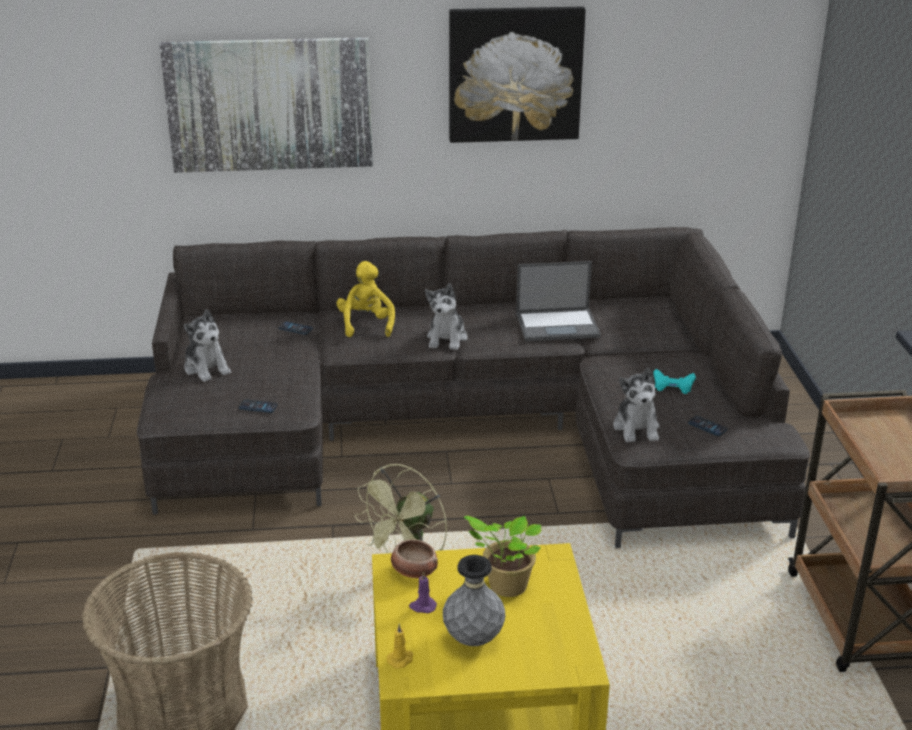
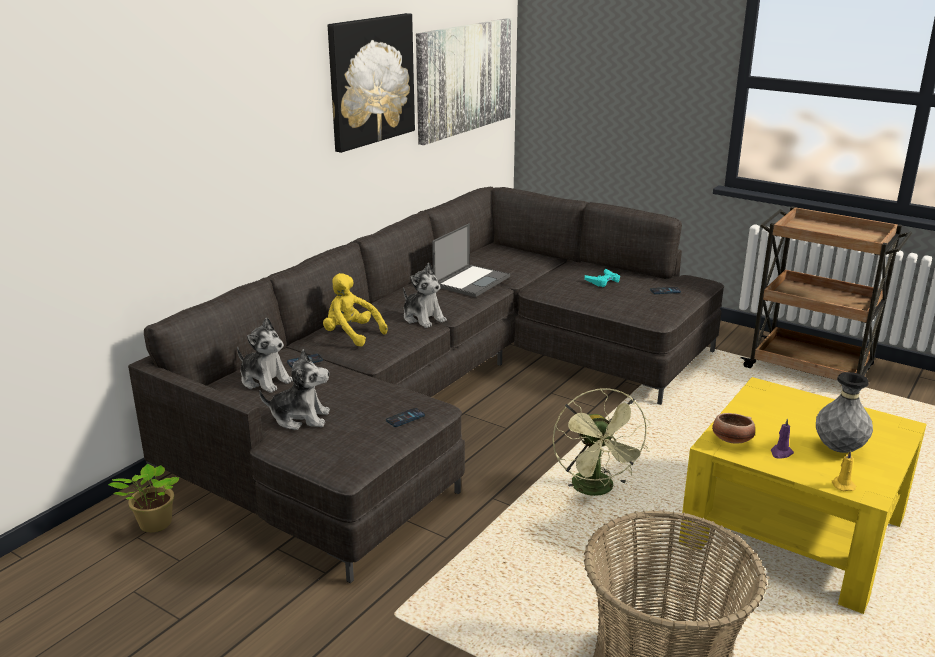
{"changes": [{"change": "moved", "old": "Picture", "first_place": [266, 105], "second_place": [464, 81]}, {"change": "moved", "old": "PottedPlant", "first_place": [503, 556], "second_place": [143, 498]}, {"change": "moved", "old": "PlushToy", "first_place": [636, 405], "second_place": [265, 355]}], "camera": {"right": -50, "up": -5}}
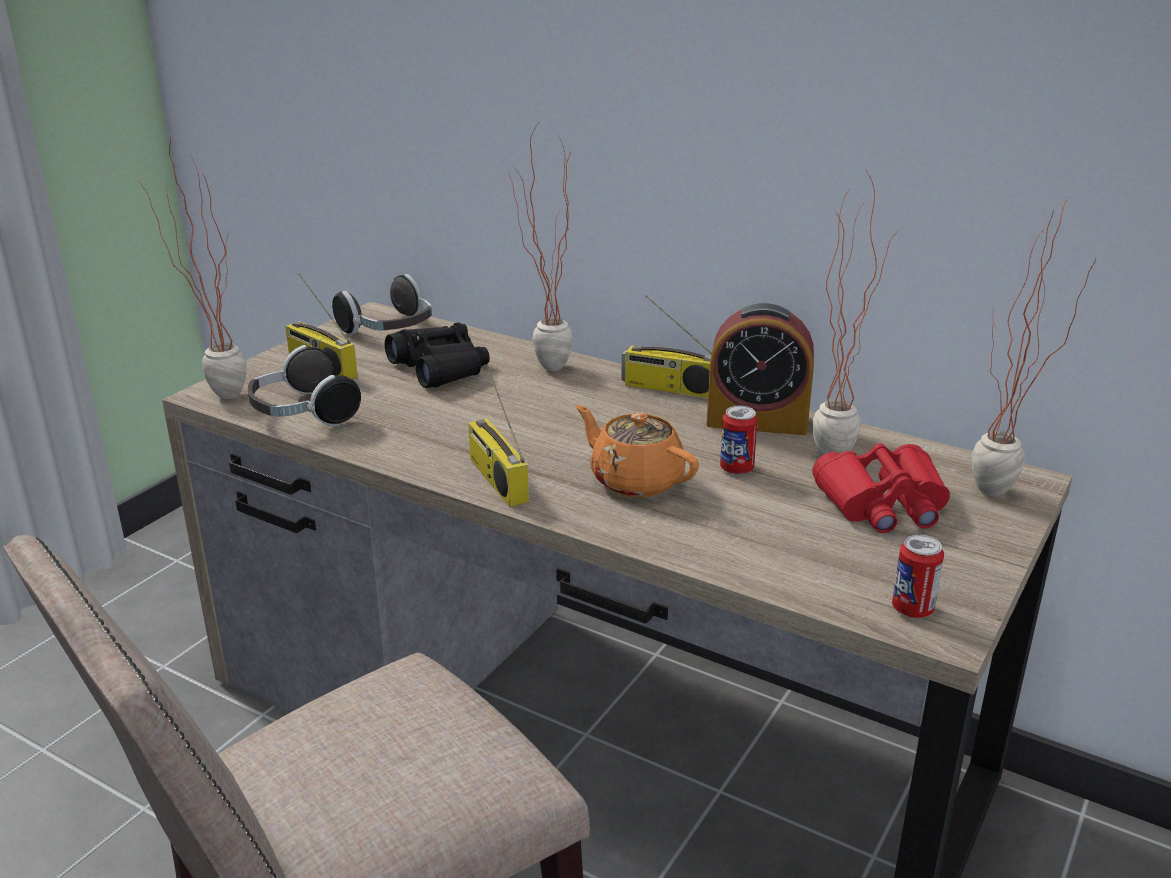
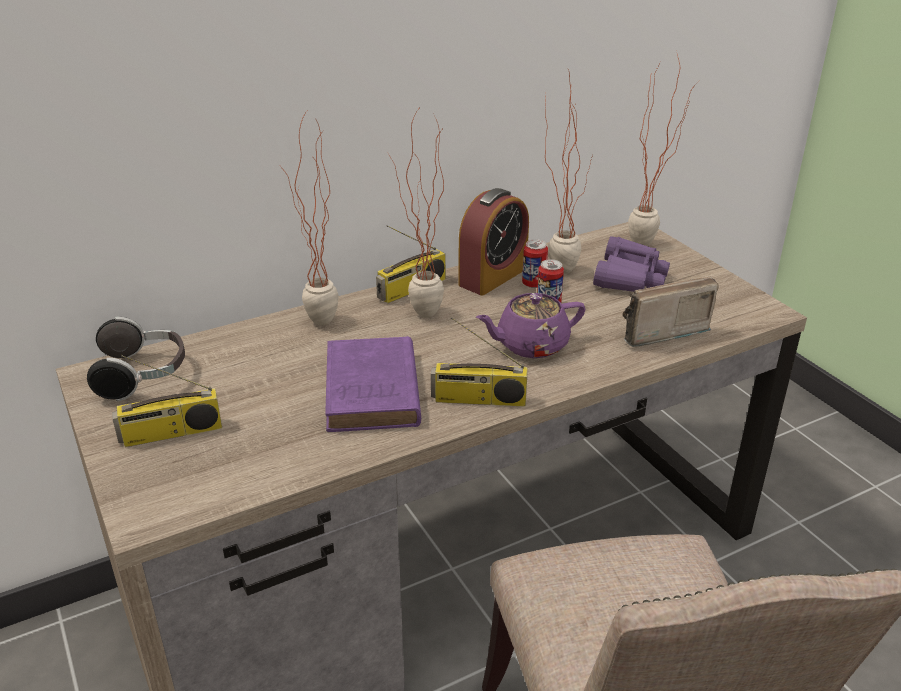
{"changes": [{"change": "removed", "old": "Headphones", "first_place": [304, 385]}, {"change": "removed", "old": "BlackBinoculars", "first_place": [437, 355]}, {"change": "added", "new": "PurpleBook", "second_place": [373, 384]}, {"change": "added", "new": "Radio", "second_place": [671, 312]}, {"change": "moved", "old": "PottedPlant", "first_place": [192, 267], "second_place": [416, 211]}, {"change": "moved", "old": "Can", "first_place": [918, 576], "second_place": [535, 263]}, {"change": "recoloured", "old": "OrangeTeapot", "new": "PurpleTeapot", "first_place": [637, 451], "second_place": [530, 325]}, {"change": "recoloured", "old": "RedBinoculars", "new": "PurpleBinoculars", "first_place": [881, 488], "second_place": [631, 264]}], "camera": {"right": -60, "up": 5}}
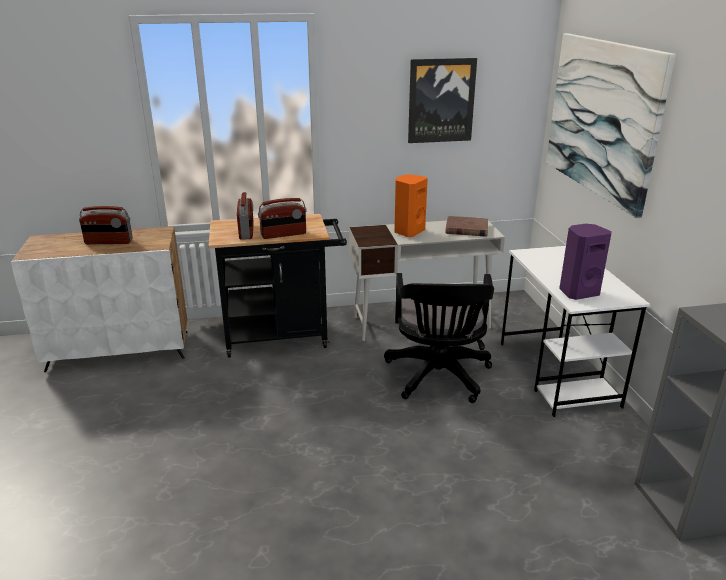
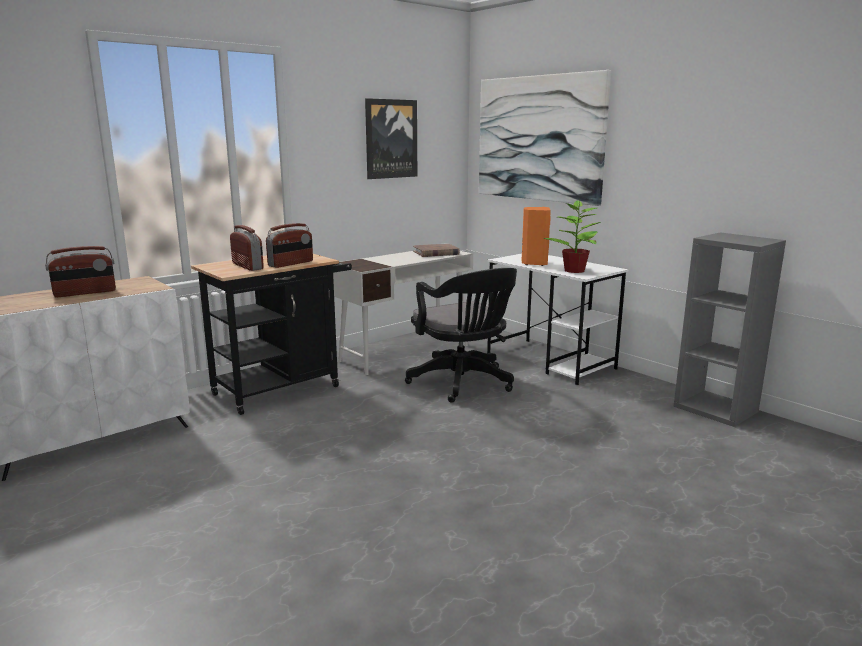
{"changes": [{"change": "moved", "old": "OrangeSpeaker", "first_place": [411, 205], "second_place": [536, 236]}, {"change": "replaced", "old": "PurpleSpeaker", "new": "PottedPlant", "first_place": [585, 262], "second_place": [572, 236]}], "camera": {"right": -30, "up": -10}}
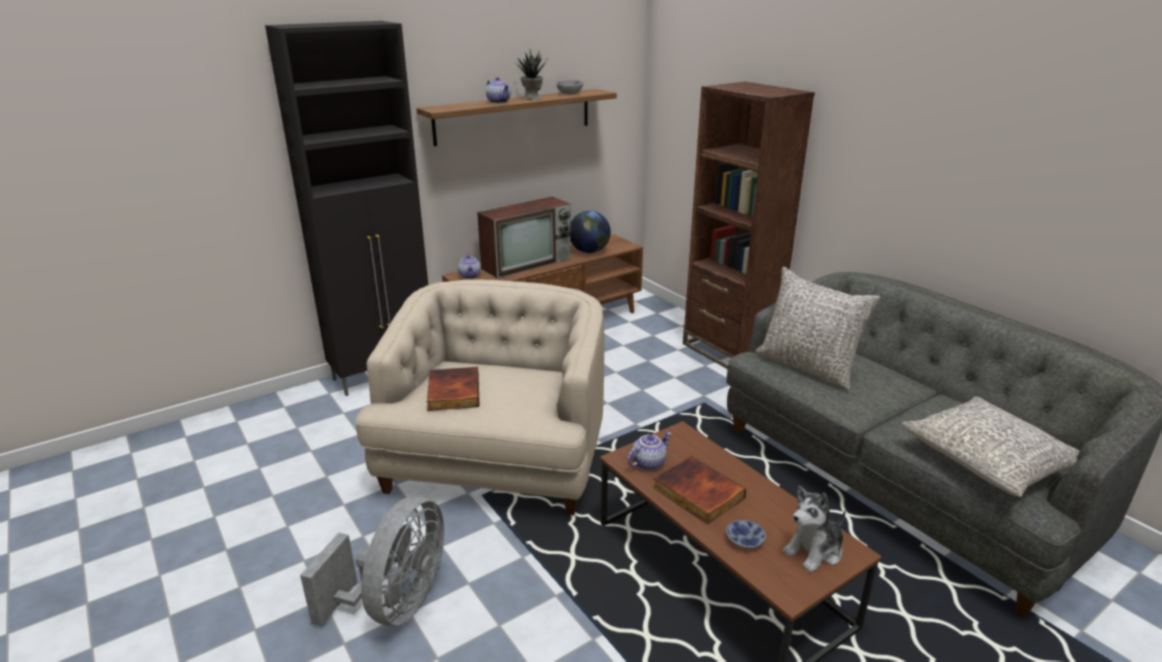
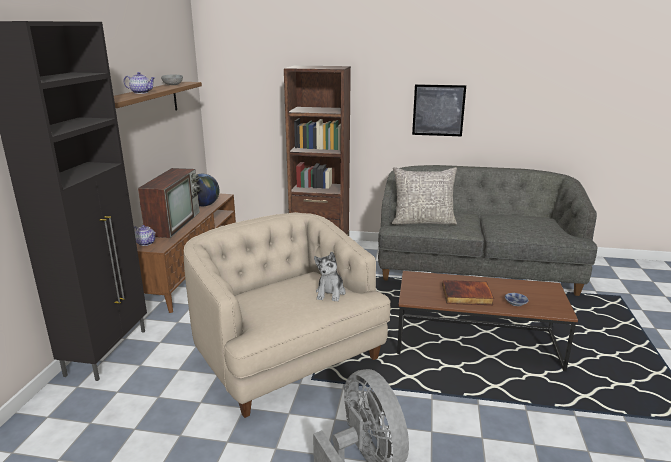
{"changes": [{"change": "removed", "old": "Book", "first_place": [453, 389]}, {"change": "removed", "old": "PottedPlant", "first_place": [531, 74]}, {"change": "removed", "old": "Teapot", "first_place": [649, 451]}, {"change": "removed", "old": "GreyPillow", "first_place": [991, 446]}, {"change": "added", "new": "Picture", "second_place": [439, 110]}, {"change": "moved", "old": "PlushToy", "first_place": [814, 529], "second_place": [330, 277]}], "camera": {"right": -45, "up": -5}}
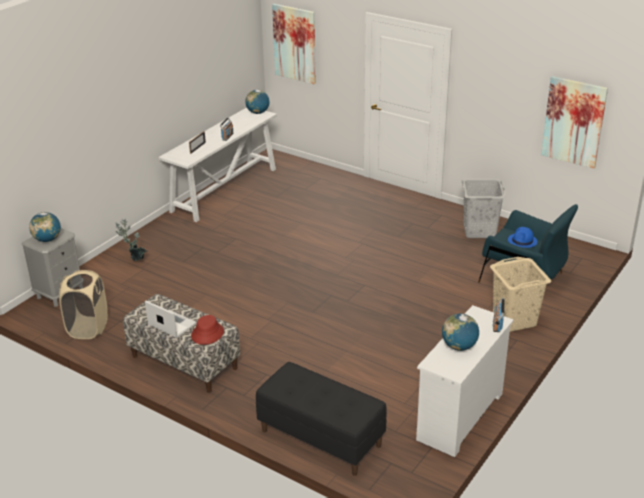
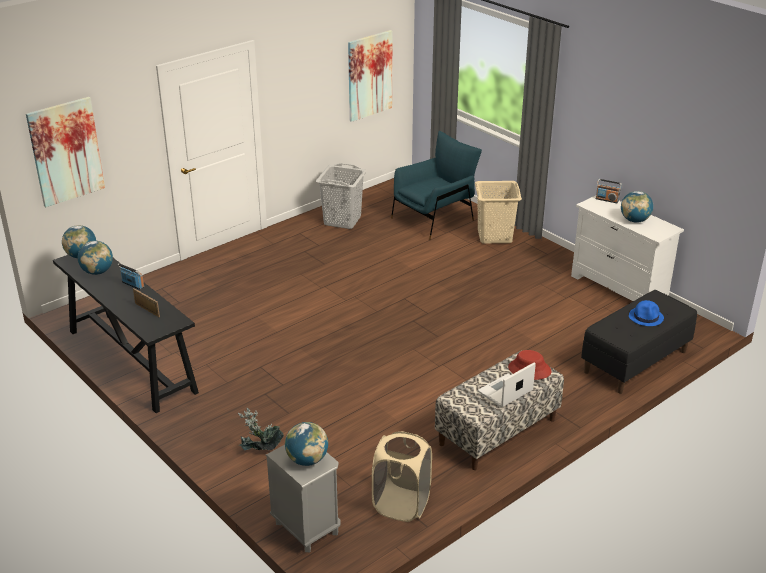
{"changes": [{"change": "added", "new": "Globe", "second_place": [95, 258]}, {"change": "moved", "old": "BlueHat", "first_place": [522, 237], "second_place": [646, 313]}, {"change": "recoloured", "old": "WhiteConsoleTable", "new": "BlackConsoleTable", "first_place": [218, 165], "second_place": [126, 334]}], "camera": {"right": -75, "up": 0}}
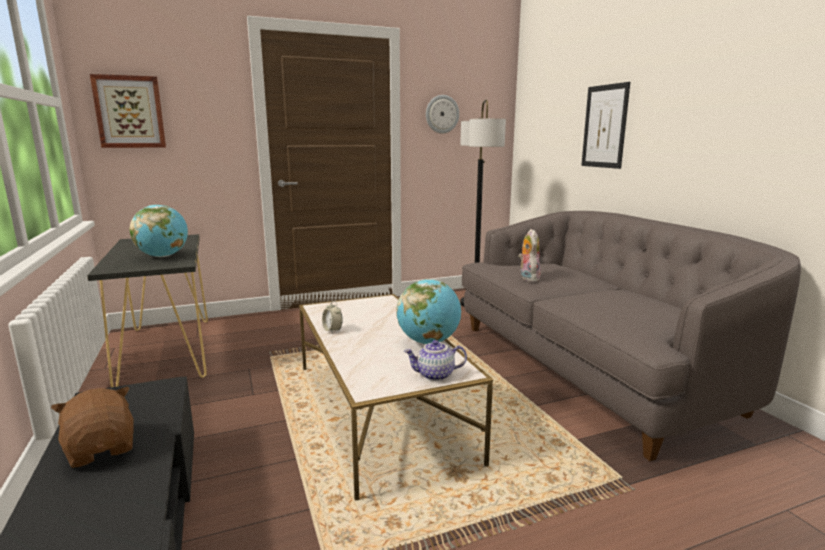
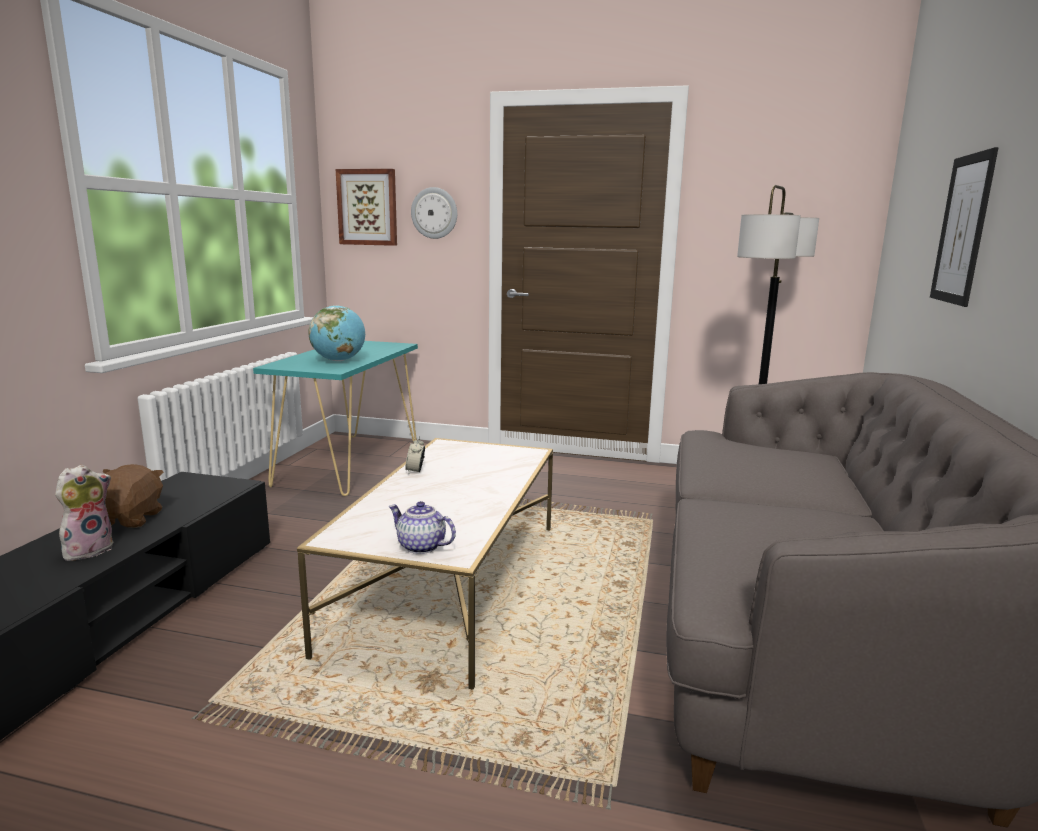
{"changes": [{"change": "removed", "old": "Globe", "first_place": [428, 311]}, {"change": "moved", "old": "WallClock", "first_place": [442, 114], "second_place": [434, 213]}, {"change": "moved", "old": "PlushToy", "first_place": [529, 255], "second_place": [84, 513]}, {"change": "recoloured", "old": "BlackConsoleTable", "new": "TurquoiseConsoleTable", "first_place": [147, 310], "second_place": [335, 418]}], "camera": {"right": 35, "up": 0}}
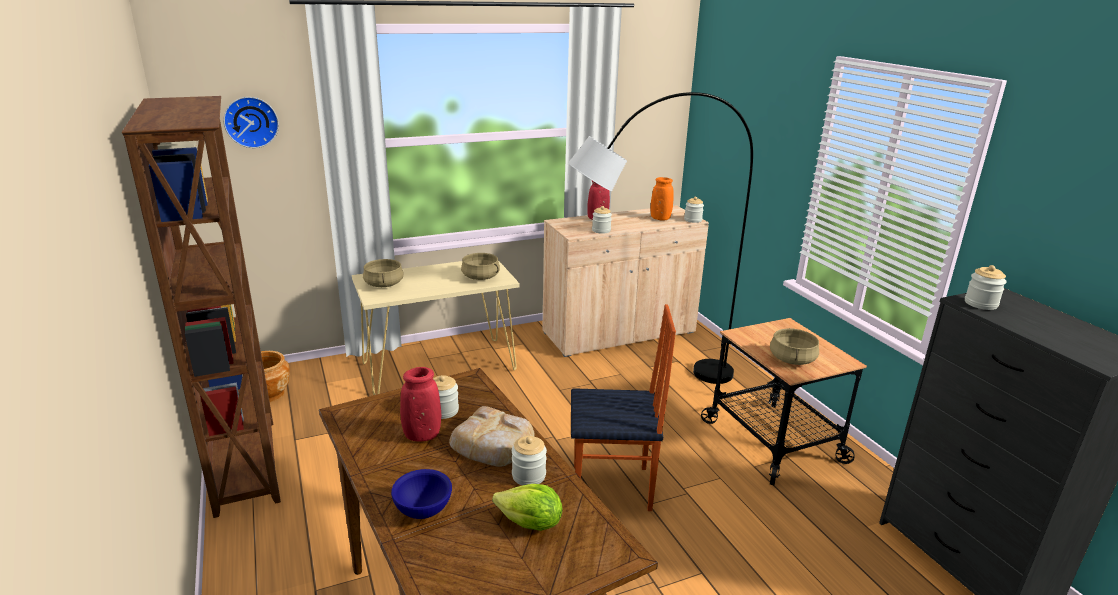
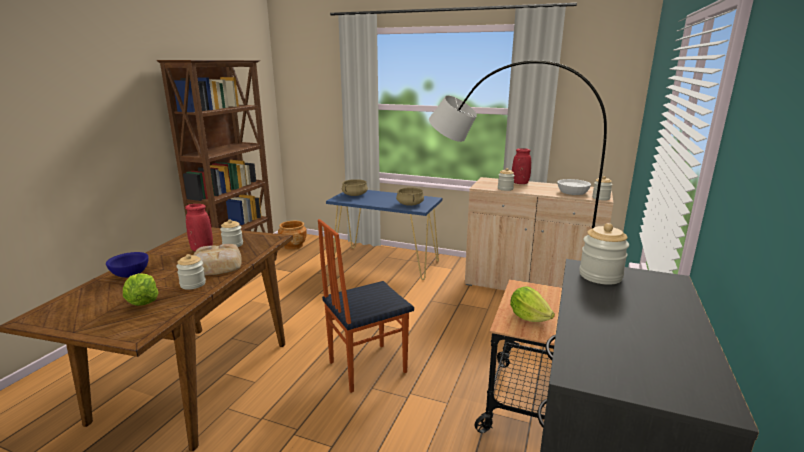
{"changes": [{"change": "removed", "old": "WallClock", "first_place": [251, 122]}, {"change": "replaced", "old": "OrangeVase", "new": "WhiteBowl", "first_place": [662, 199], "second_place": [574, 187]}, {"change": "replaced", "old": "BeigeCookingPot", "new": "Lettuce", "first_place": [794, 346], "second_place": [532, 304]}, {"change": "recoloured", "old": "BeigeConsoleTable", "new": "BlueConsoleTable", "first_place": [435, 327], "second_place": [384, 235]}, {"change": "turned", "old": "Chair", "first_place": [623, 407], "second_place": [366, 306], "degrees": 105}], "camera": {"right": 45, "up": -5}}
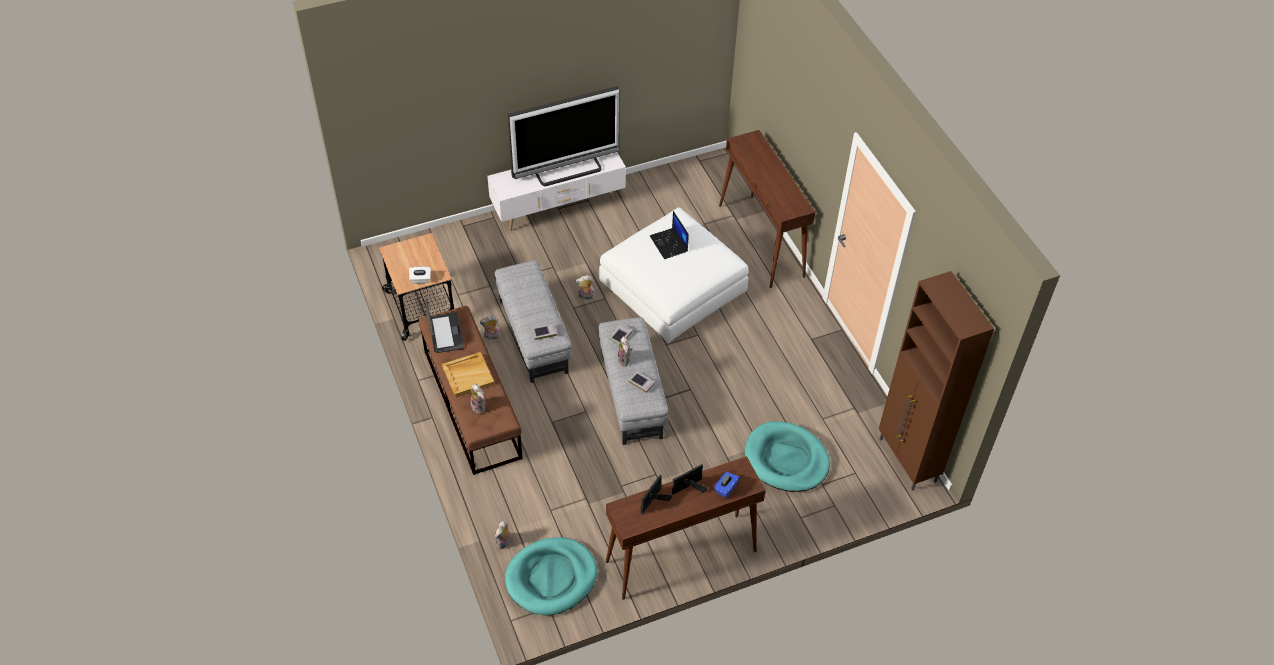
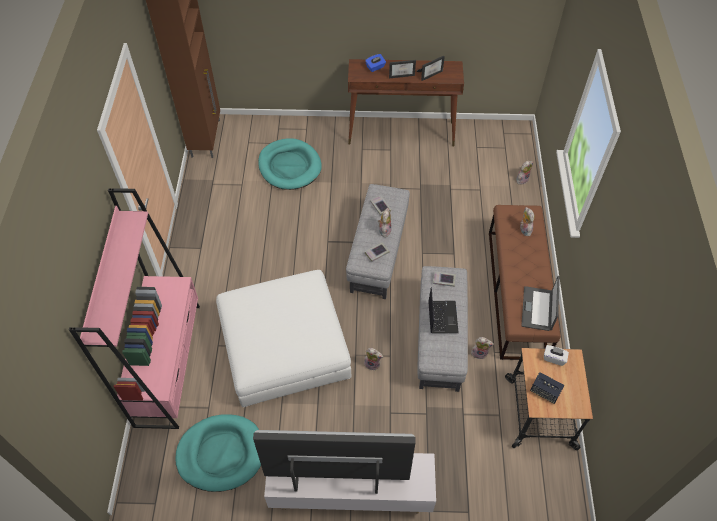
{"changes": [{"change": "removed", "old": "BeigeTray", "first_place": [468, 375]}, {"change": "added", "new": "Speaker", "second_place": [547, 388]}, {"change": "moved", "old": "TurquoiseDogBed", "first_place": [551, 576], "second_place": [218, 453]}, {"change": "moved", "old": "Laptop", "first_place": [669, 235], "second_place": [443, 310]}, {"change": "replaced", "old": "BrownConsoleTable", "new": "PinkBookcase", "first_place": [767, 209], "second_place": [134, 308]}], "camera": {"right": -155, "up": 5}}
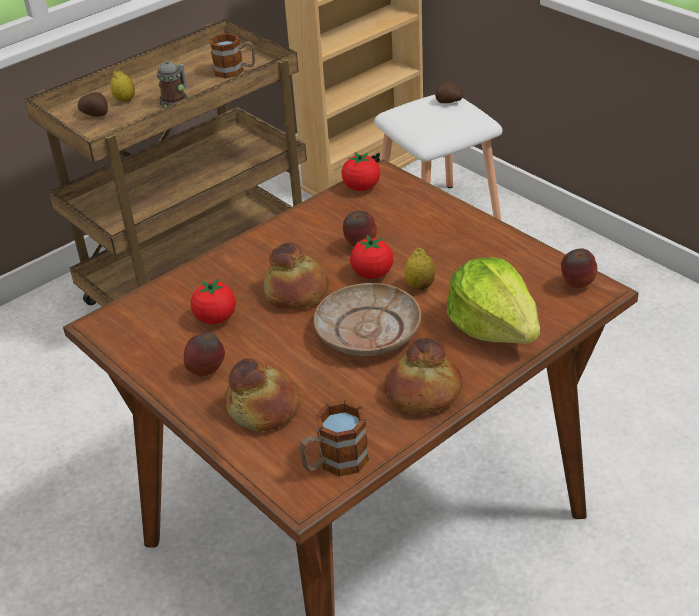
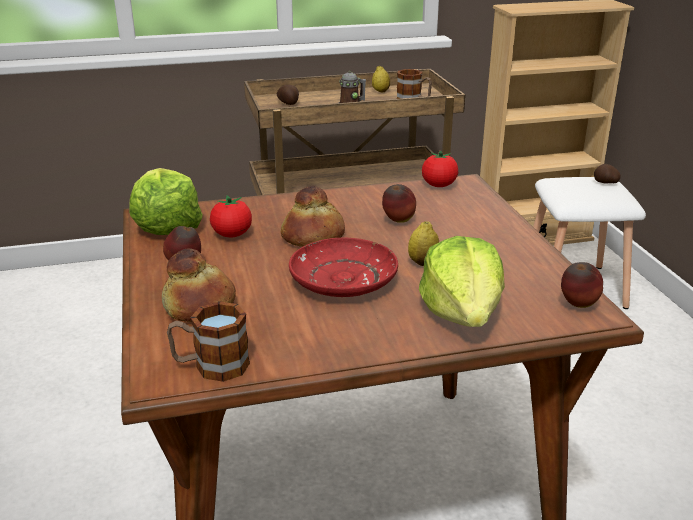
{"changes": [{"change": "removed", "old": "Tomato", "first_place": [371, 257]}, {"change": "removed", "old": "Bread", "first_place": [423, 376]}, {"change": "added", "new": "Lettuce", "second_place": [165, 201]}, {"change": "moved", "old": "Lemon", "first_place": [123, 86], "second_place": [381, 79]}, {"change": "recoloured", "old": "BeigePlate", "new": "RedPlate", "first_place": [367, 319], "second_place": [343, 267]}], "camera": {"right": 25, "up": -10}}
